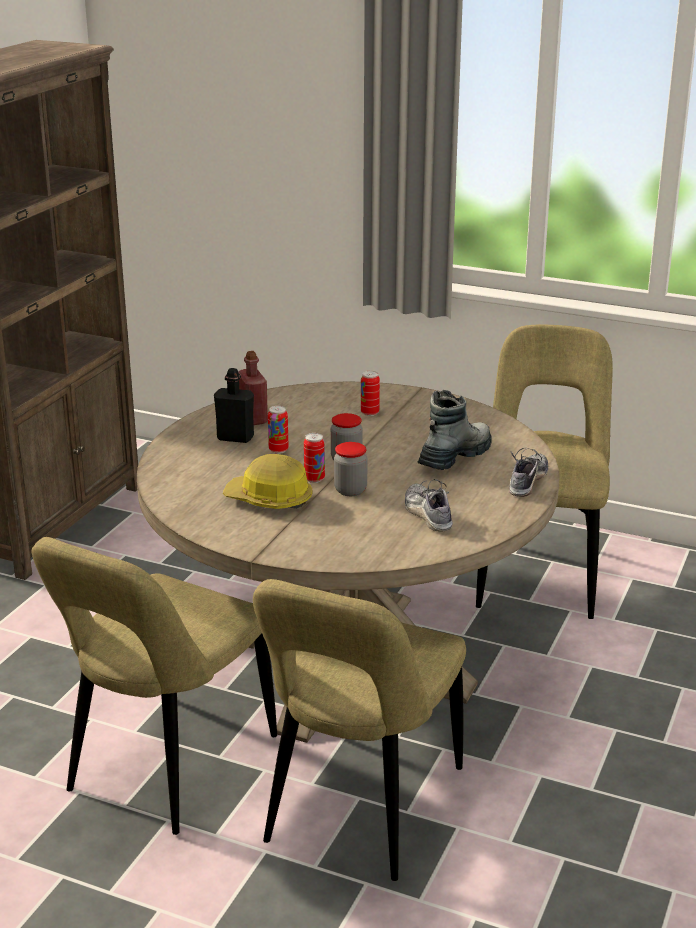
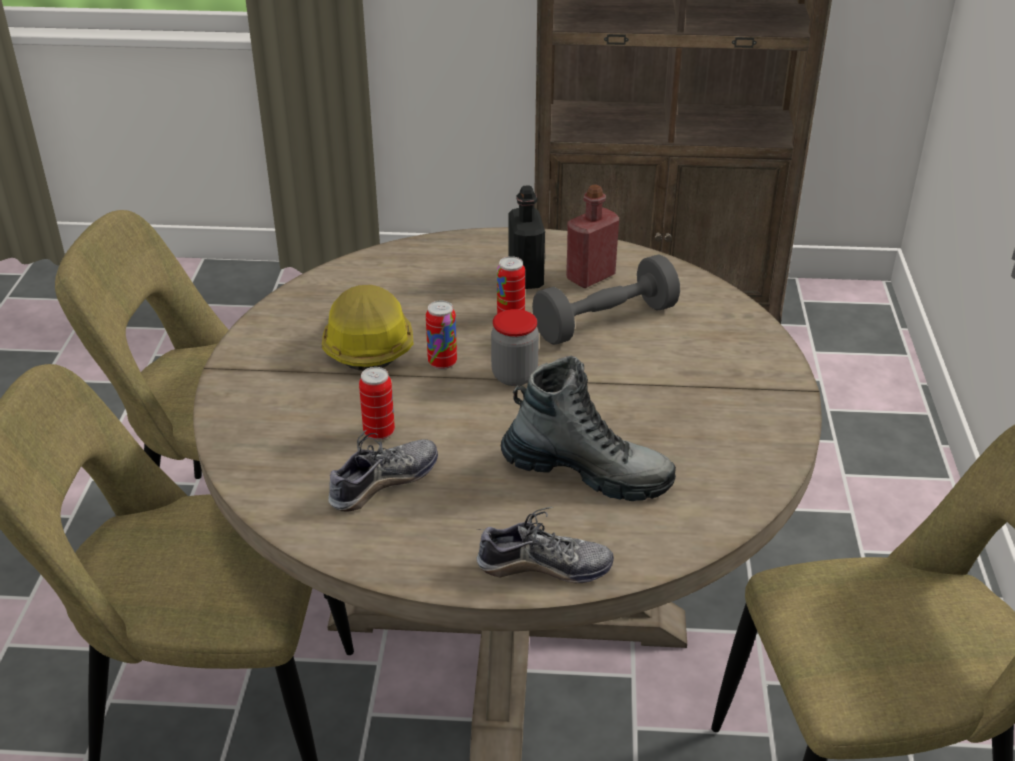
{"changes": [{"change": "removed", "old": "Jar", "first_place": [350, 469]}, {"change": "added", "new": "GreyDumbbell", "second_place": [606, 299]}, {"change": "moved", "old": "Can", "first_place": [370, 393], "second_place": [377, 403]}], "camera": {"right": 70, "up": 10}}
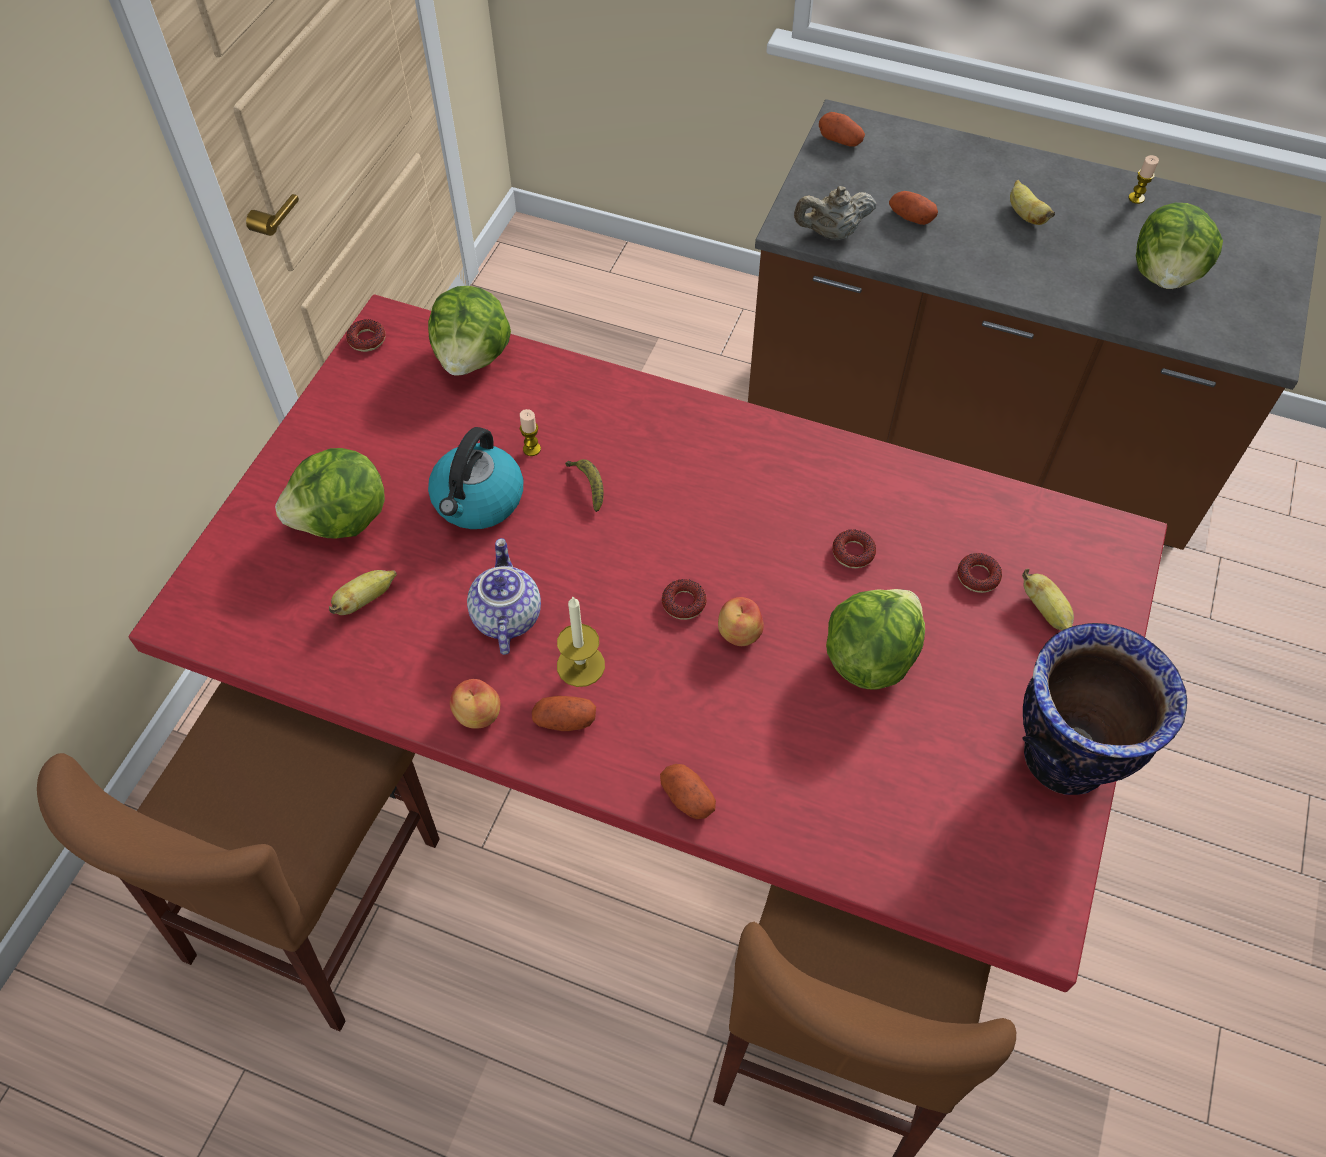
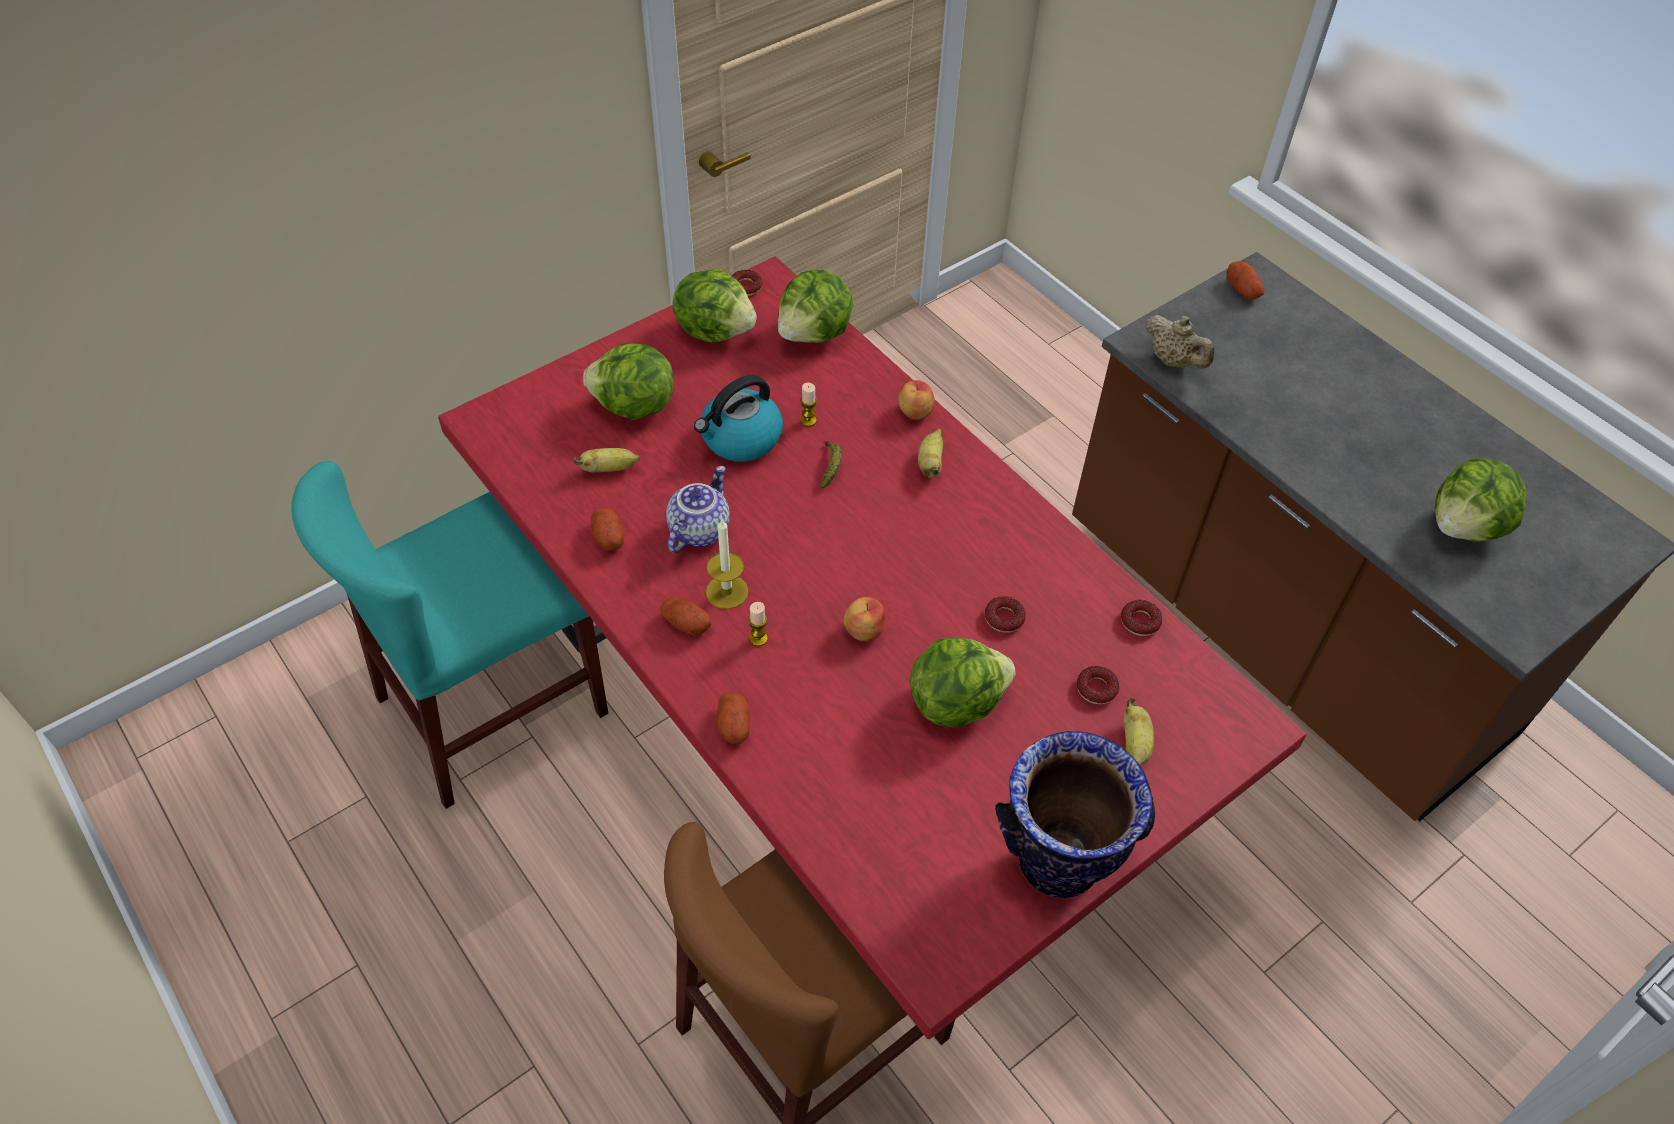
{"changes": [{"change": "added", "new": "Lettuce", "second_place": [714, 305]}, {"change": "moved", "old": "Apple", "first_place": [475, 704], "second_place": [916, 400]}, {"change": "moved", "old": "Donut", "first_place": [684, 599], "second_place": [1141, 618]}, {"change": "moved", "old": "Potato", "first_place": [913, 208], "second_place": [607, 529]}, {"change": "moved", "old": "Banana", "first_place": [1032, 202], "second_place": [930, 453]}, {"change": "moved", "old": "Candle", "first_place": [1144, 179], "second_place": [758, 624]}, {"change": "recoloured", "old": "BrownChair", "new": "TurquoiseChair", "first_place": [238, 857], "second_place": [449, 635]}, {"change": "turned", "old": "BeigeTeapot", "first_place": [835, 213], "second_place": [1180, 342], "degrees": -150}], "camera": {"right": 30, "up": -5}}
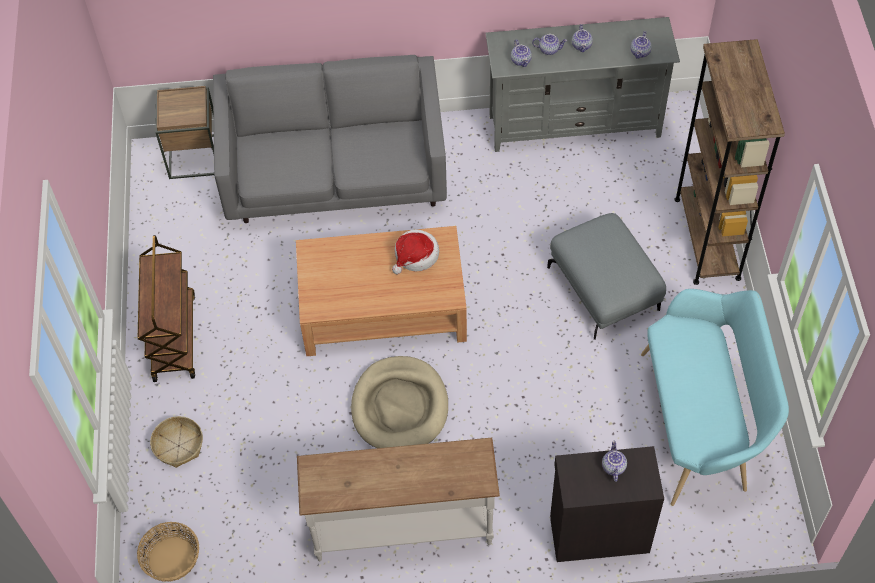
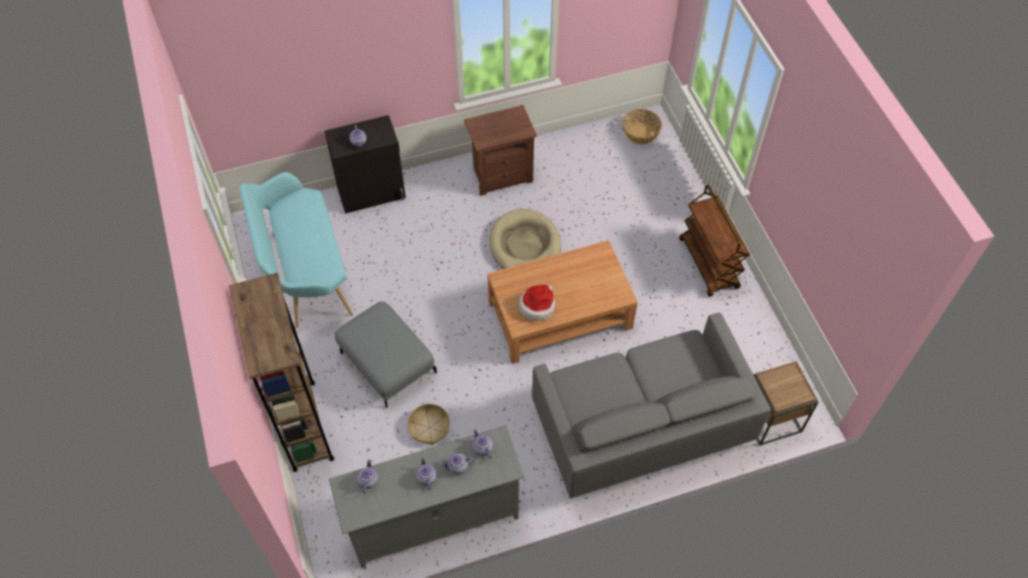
{"changes": [{"change": "moved", "old": "Basket", "first_place": [176, 442], "second_place": [429, 424]}, {"change": "replaced", "old": "WhiteConsoleTable", "new": "BrownNightstand", "first_place": [398, 500], "second_place": [500, 150]}], "camera": {"right": 165, "up": 0}}
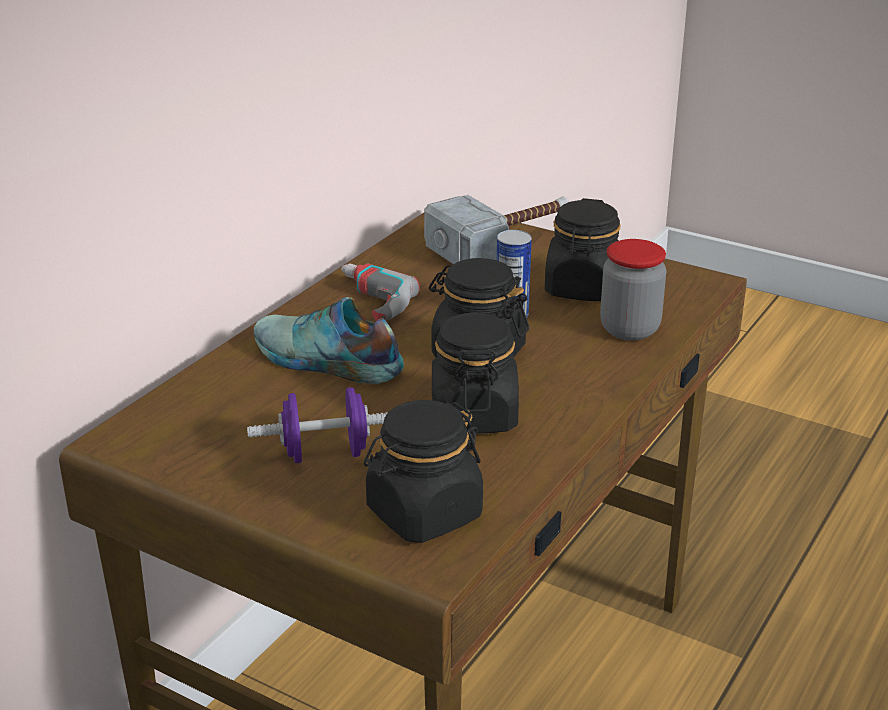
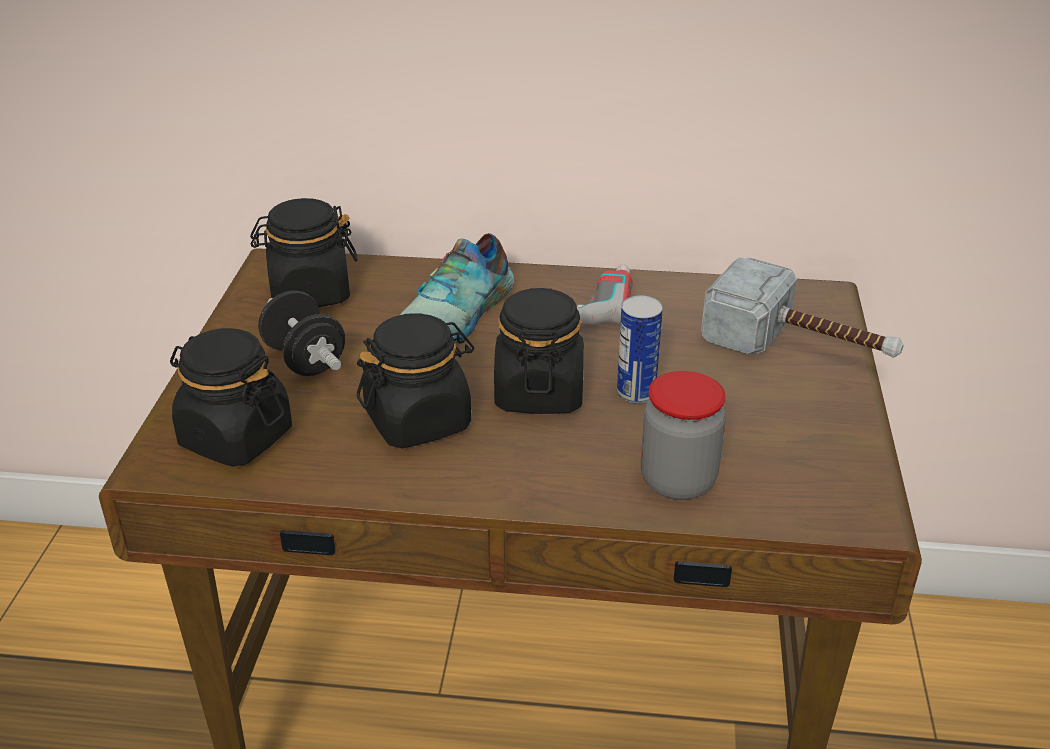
{"changes": [{"change": "moved", "old": "BlackJar", "first_place": [583, 249], "second_place": [304, 252]}, {"change": "recoloured", "old": "PurpleDumbbell", "new": "BlackDumbbell", "first_place": [317, 425], "second_place": [301, 333]}, {"change": "turned", "old": "Shoe", "first_place": [329, 340], "second_place": [457, 288], "degrees": -150}], "camera": {"right": 65, "up": 5}}
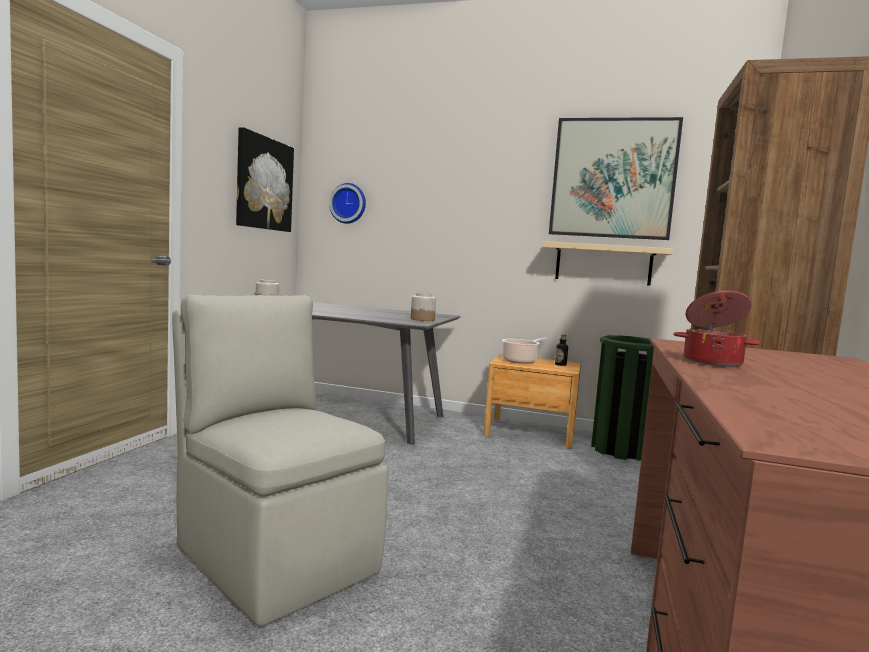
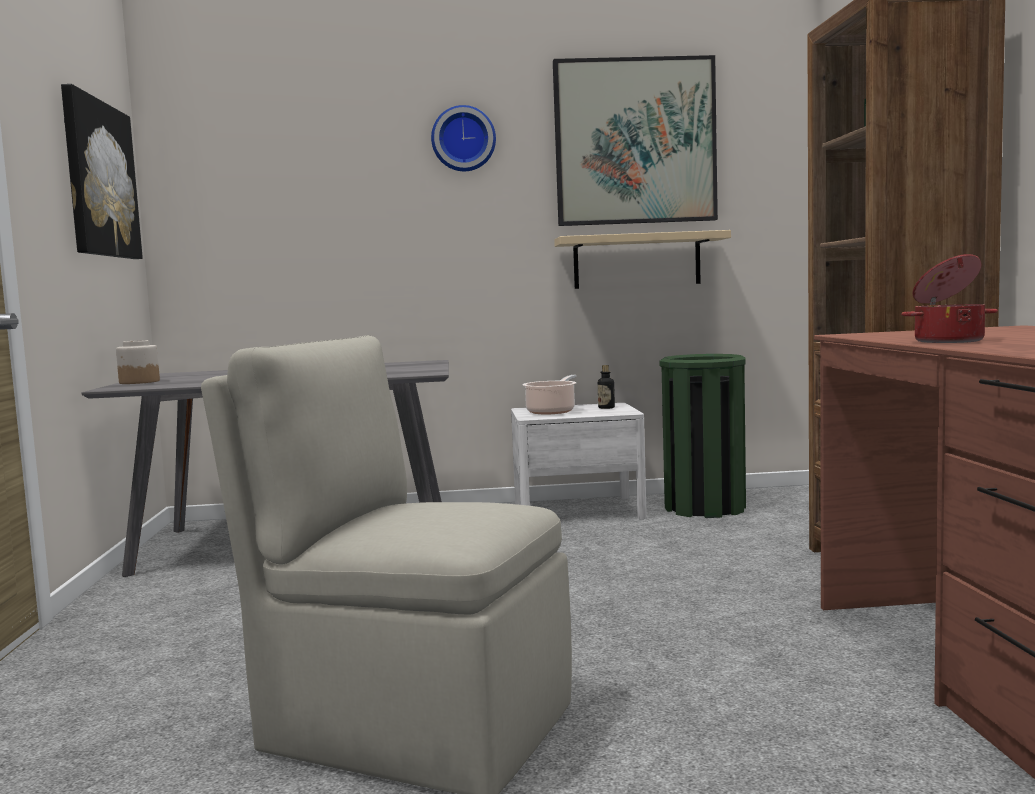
{"changes": [{"change": "removed", "old": "Jar", "first_place": [423, 306]}, {"change": "moved", "old": "WallClock", "first_place": [347, 203], "second_place": [463, 138]}, {"change": "recoloured", "old": "BrownNightstand", "new": "WhiteNightstand", "first_place": [532, 401], "second_place": [579, 461]}], "camera": {"right": -20, "up": 0}}
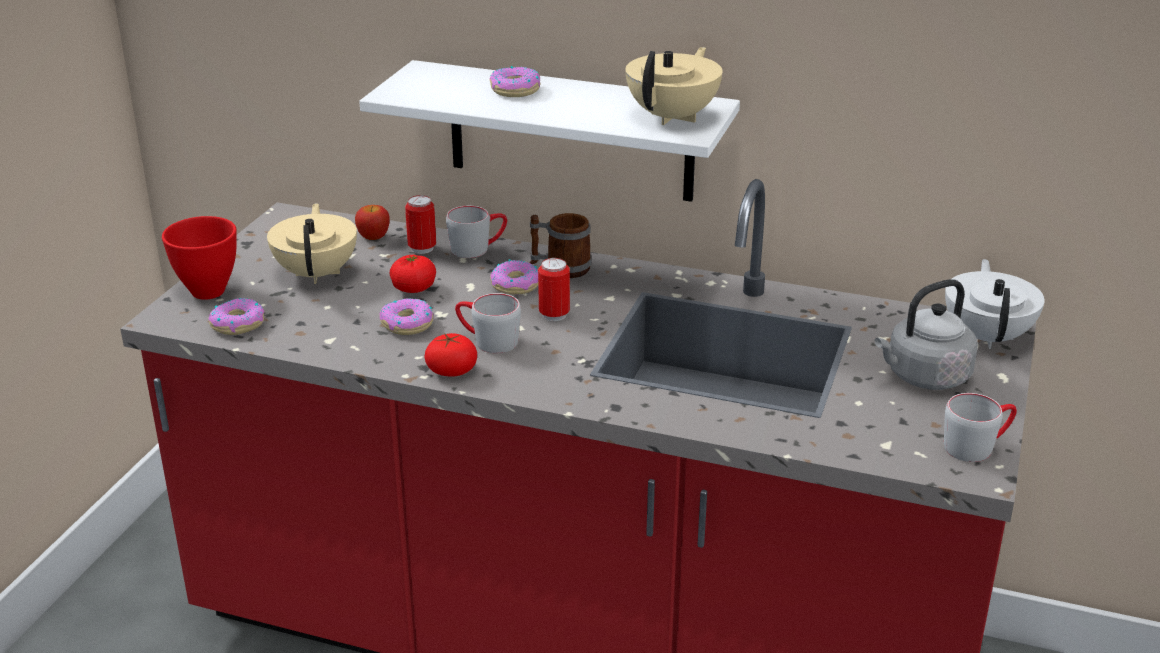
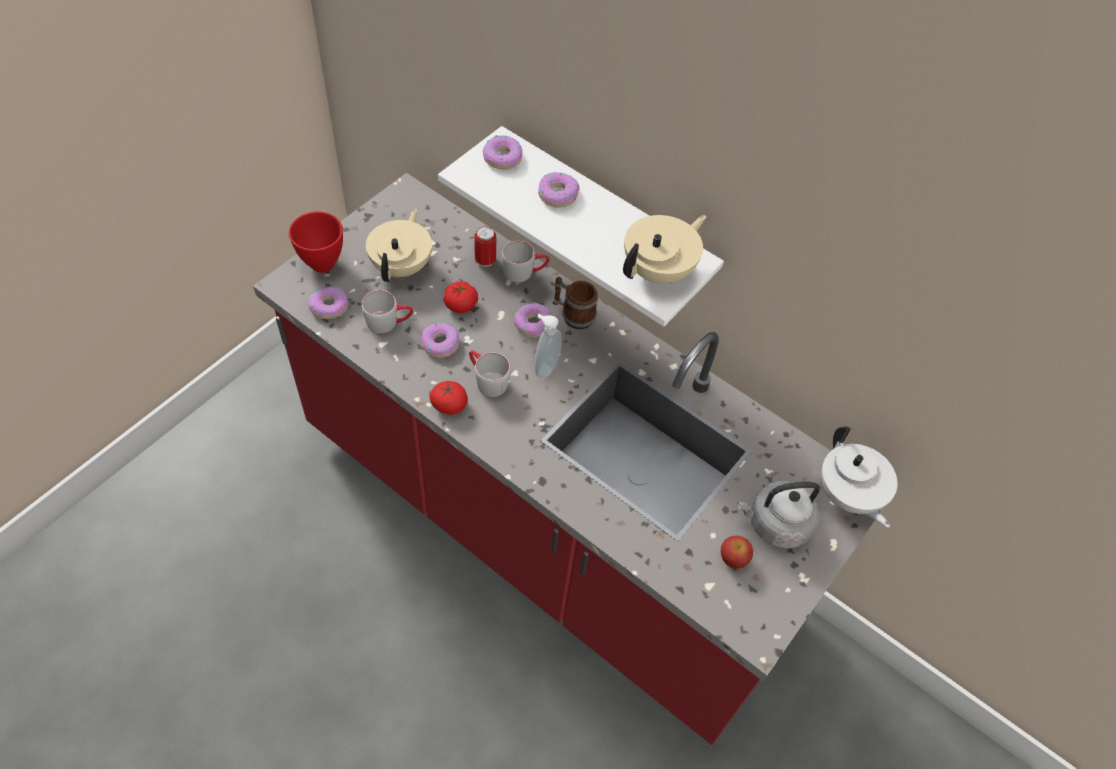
{"changes": [{"change": "added", "new": "Donut", "second_place": [502, 152]}, {"change": "moved", "old": "Apple", "first_place": [372, 222], "second_place": [737, 552]}, {"change": "moved", "old": "GreyMug", "first_place": [980, 427], "second_place": [387, 312]}, {"change": "replaced", "old": "Can", "new": "SoapDispenser", "first_place": [554, 289], "second_place": [548, 346]}, {"change": "turned", "old": "WhiteTeapot", "first_place": [995, 304], "second_place": [859, 477], "degrees": 135}], "camera": {"right": 15, "up": 25}}
